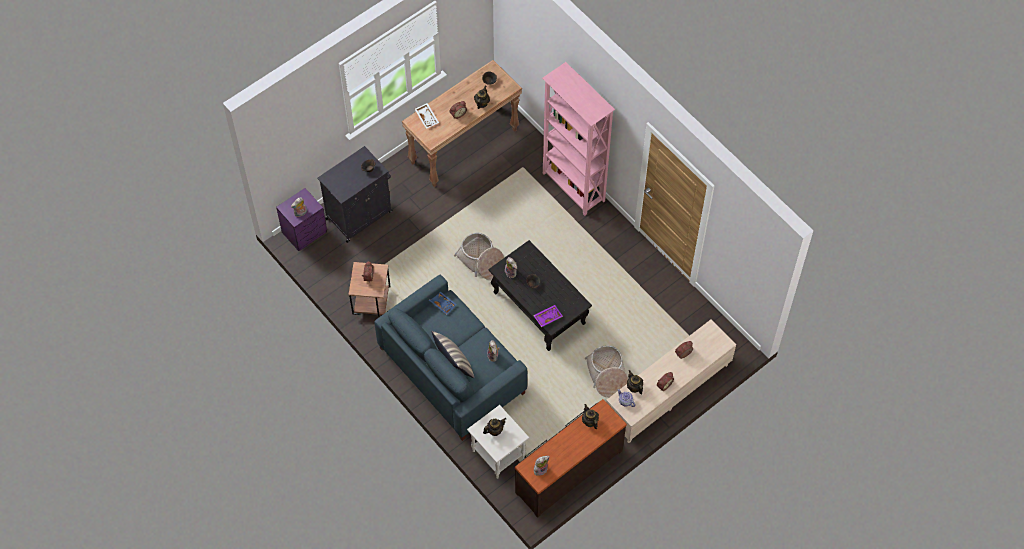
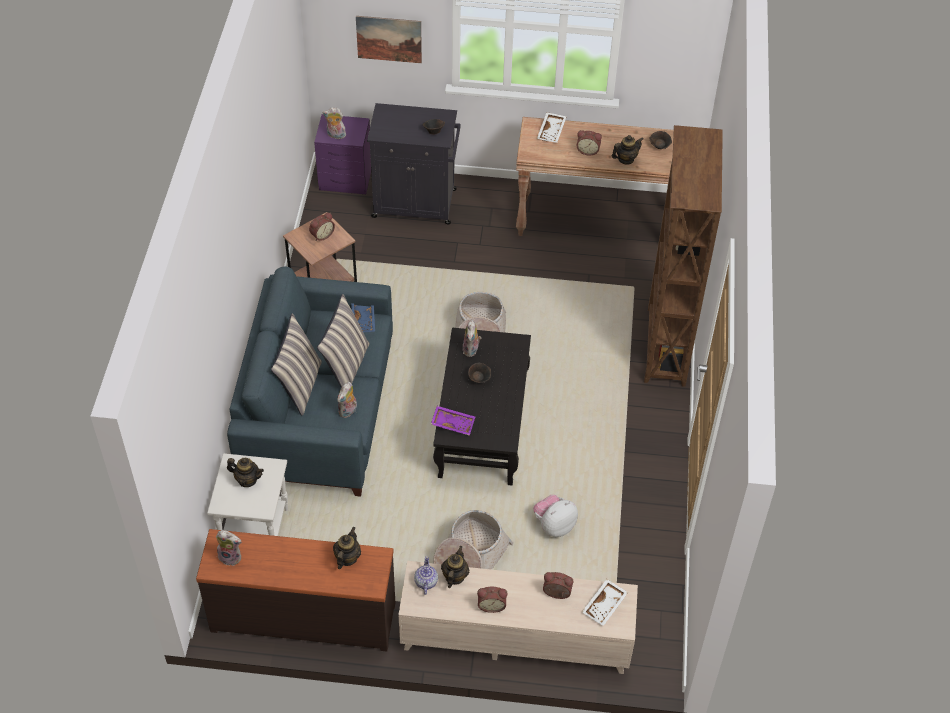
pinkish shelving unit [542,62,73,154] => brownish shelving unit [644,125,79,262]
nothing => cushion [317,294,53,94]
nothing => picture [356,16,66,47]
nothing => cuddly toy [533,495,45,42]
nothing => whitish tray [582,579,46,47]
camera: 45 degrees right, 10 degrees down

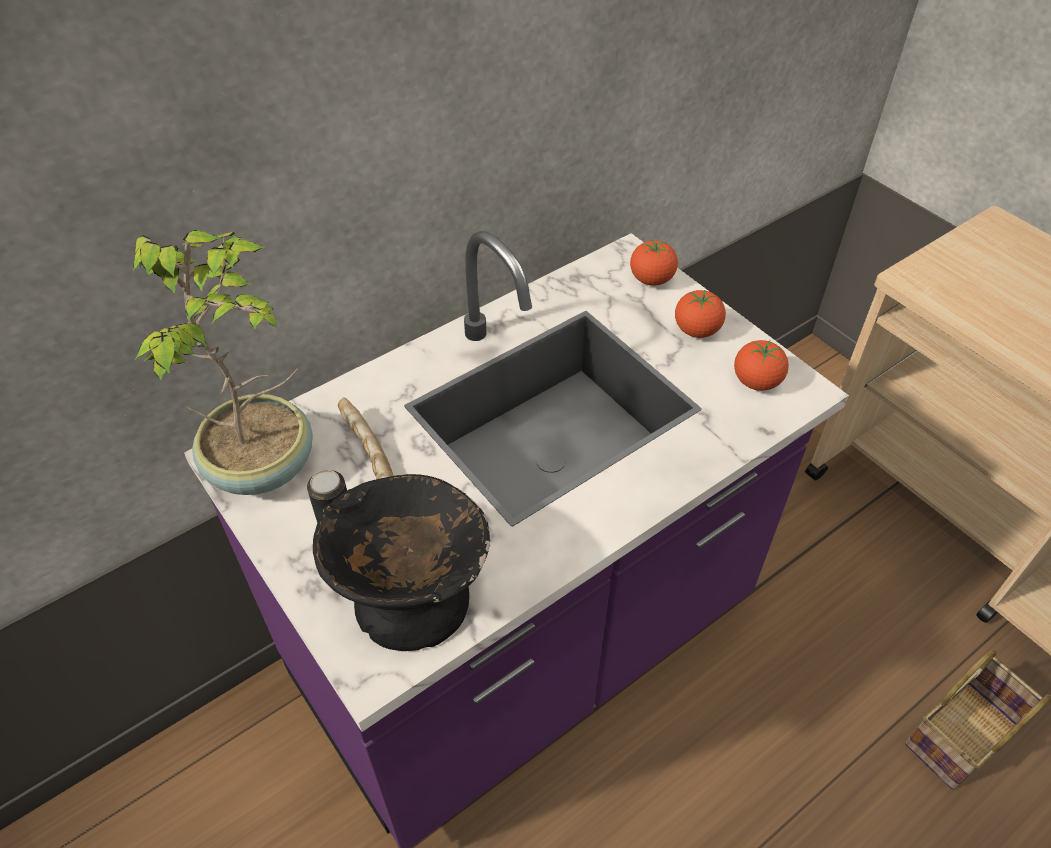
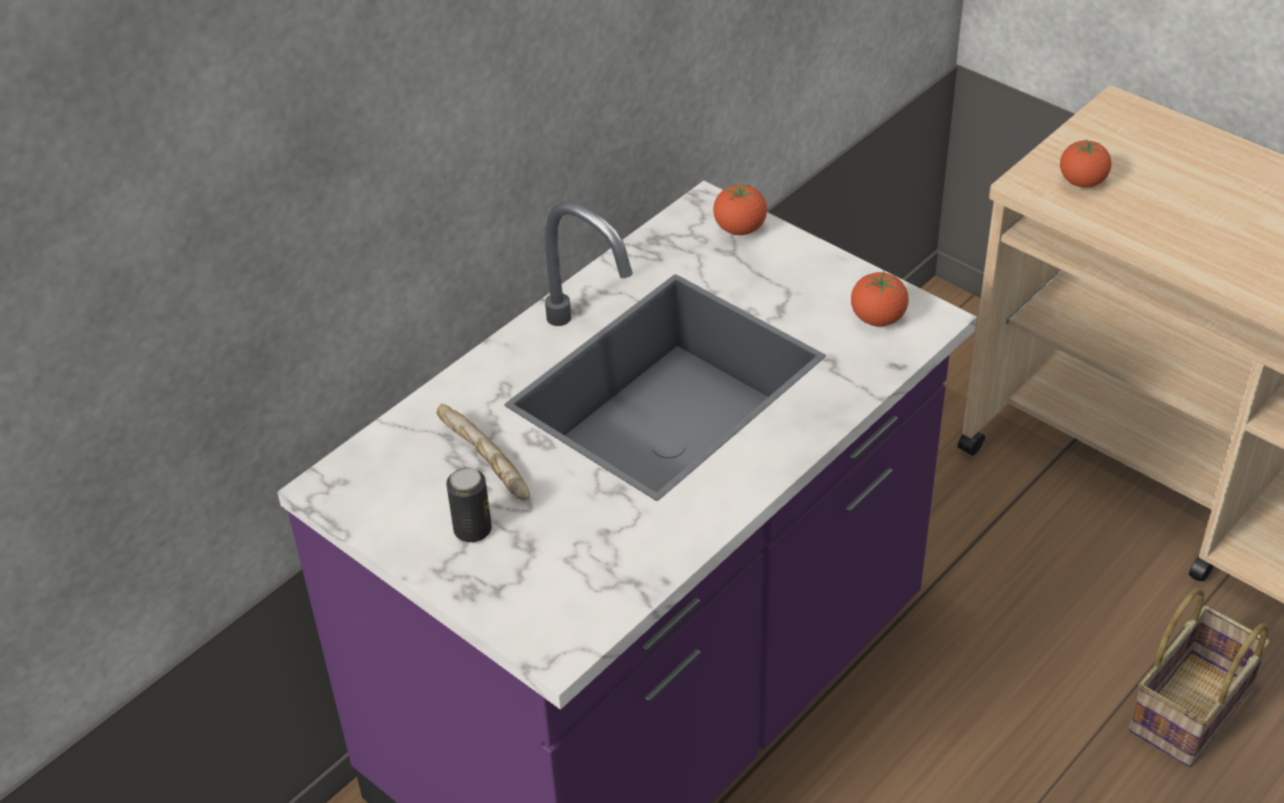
houseplant [133,230,180,265] => nothing
blackish bowl [313,474,177,177] => nothing
whole tomato [675,290,51,48] => whole tomato [1060,140,52,48], relocated
camera: 10 degrees left, 5 degrees down

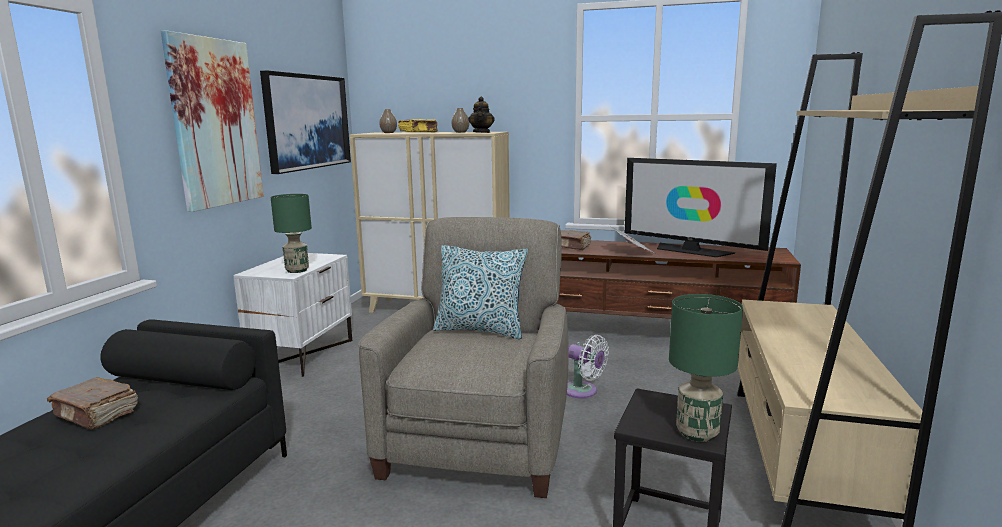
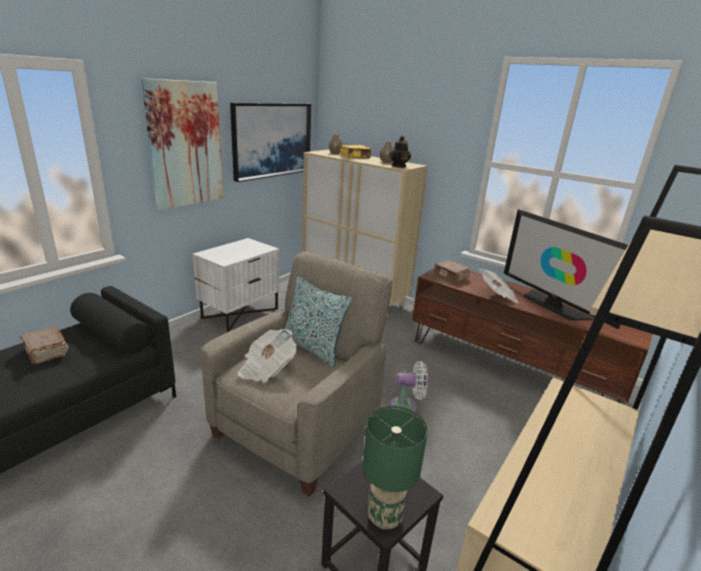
green tabletop lamp [271,194,41,79] => nothing
whitish electric fan [567,335,42,63] => whitish electric fan [390,361,38,51], 60 degrees counterclockwise
nothing => daily paper [238,329,59,54]
camera: 20 degrees right, 10 degrees up

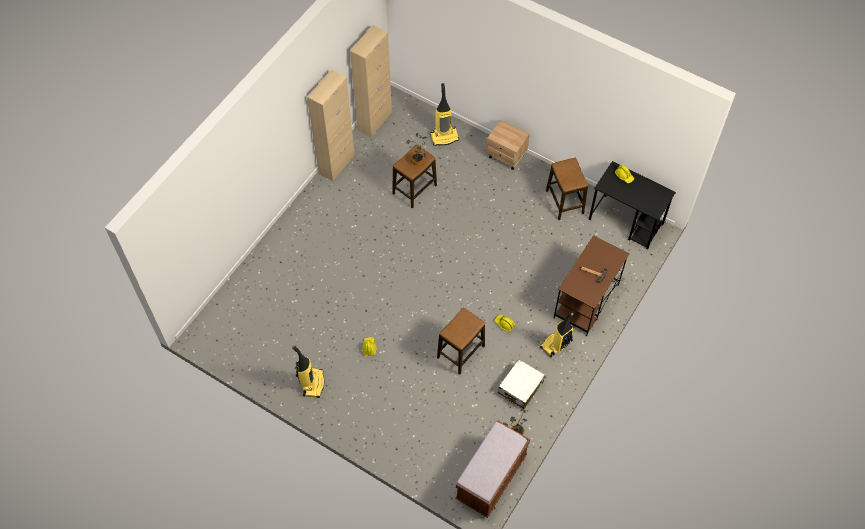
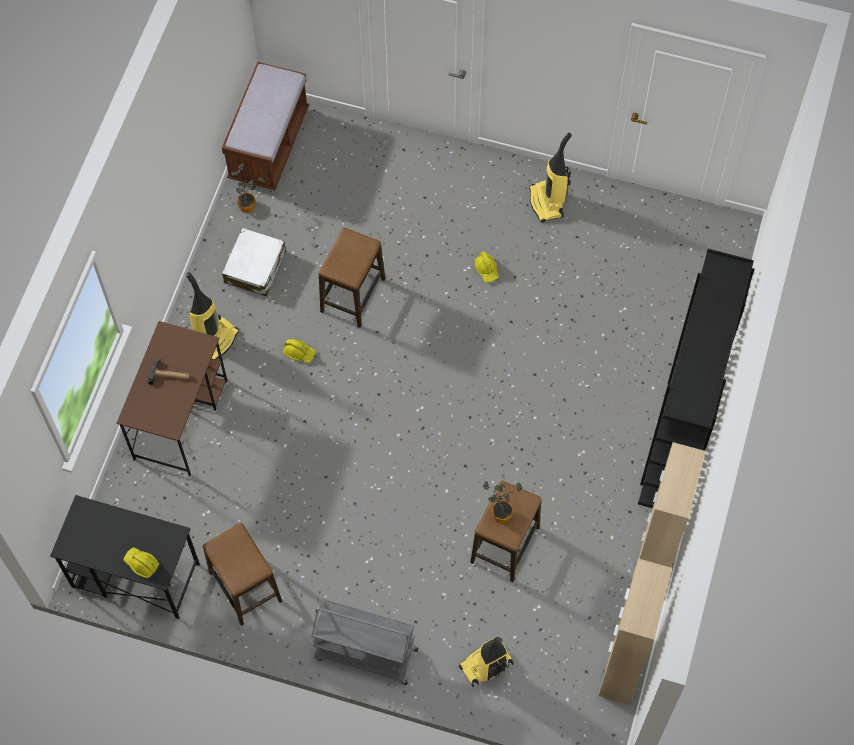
beige-coloured night table [486,120,44,50] => greyish trolley [311,599,107,86]
nothing => blackish shelving unit [638,249,117,259]
camera: 165 degrees right, 5 degrees up

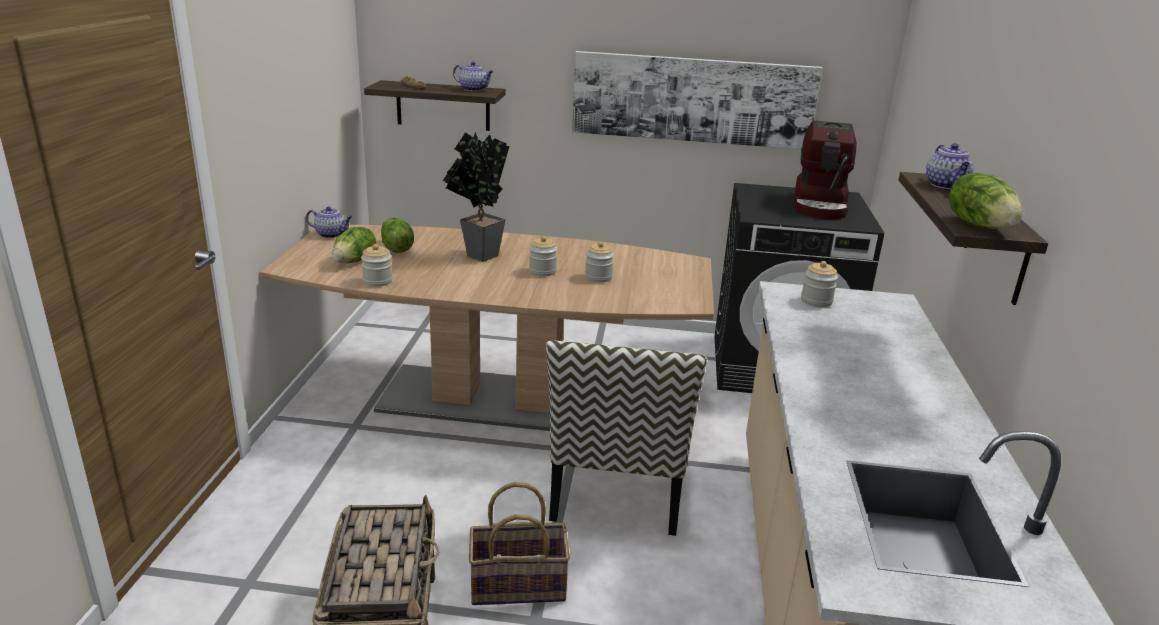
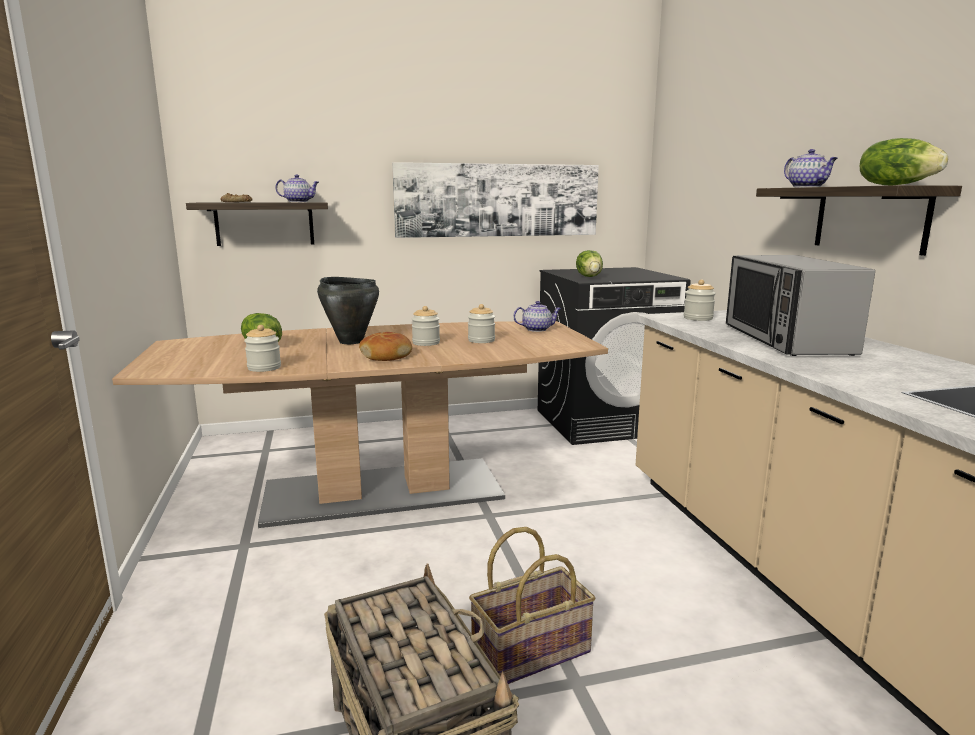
teapot [306,206,47,32] => teapot [513,301,48,31], relocated
lettuce [332,227,44,36] => lettuce [576,250,27,27], relocated
houseplant [443,132,66,130] => blackish stockpot [317,277,62,67]
plain chair [546,340,161,196] => nothing
coffee brewer [794,120,63,99] => nothing
nothing => bread [359,332,53,29]
nothing => microwave [726,255,149,101]
camera: 20 degrees left, 10 degrees down

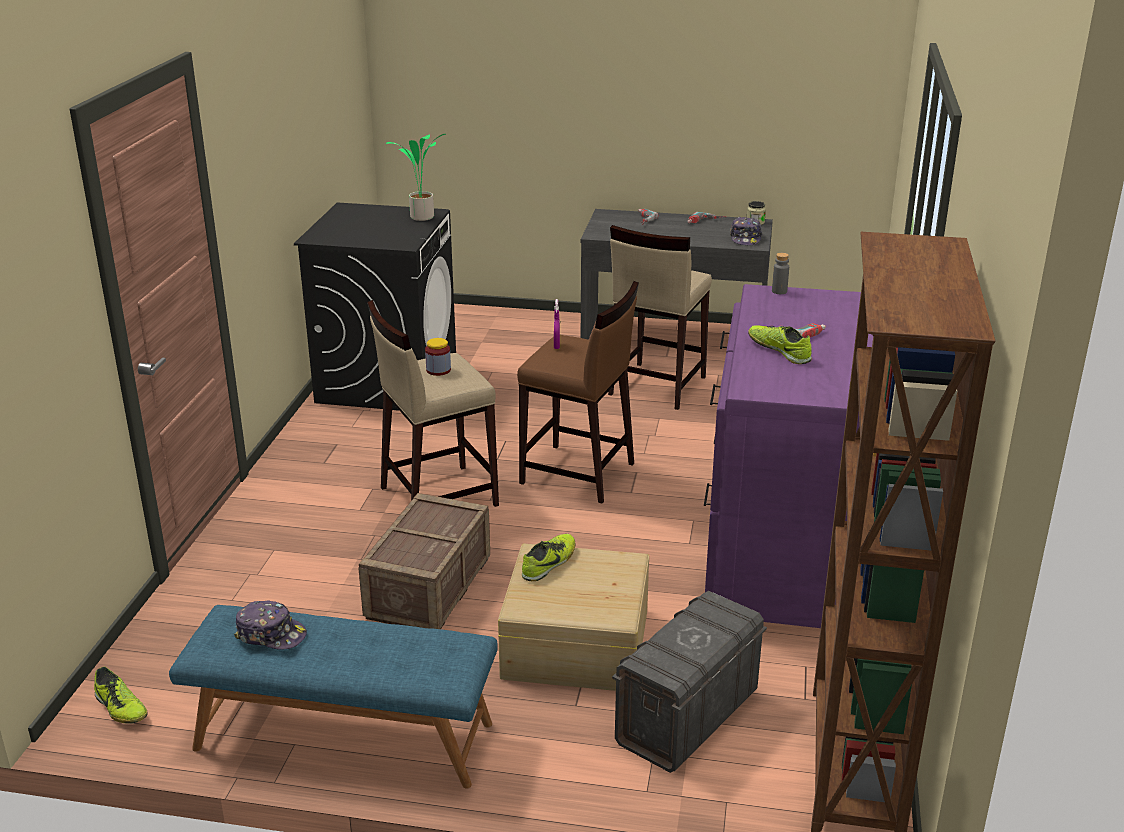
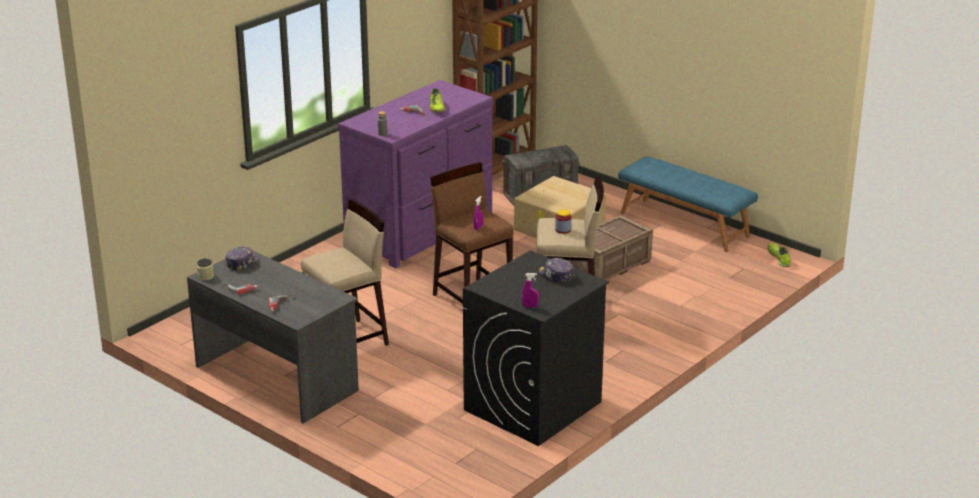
peaked cap [234,600,73,50] => peaked cap [538,258,37,25], relocated
houseplant [386,134,60,87] => nothing
low shoe [522,534,53,47] => nothing
nothing => purple-coloured sprayer [522,273,17,35]
camera: 150 degrees left, 0 degrees up

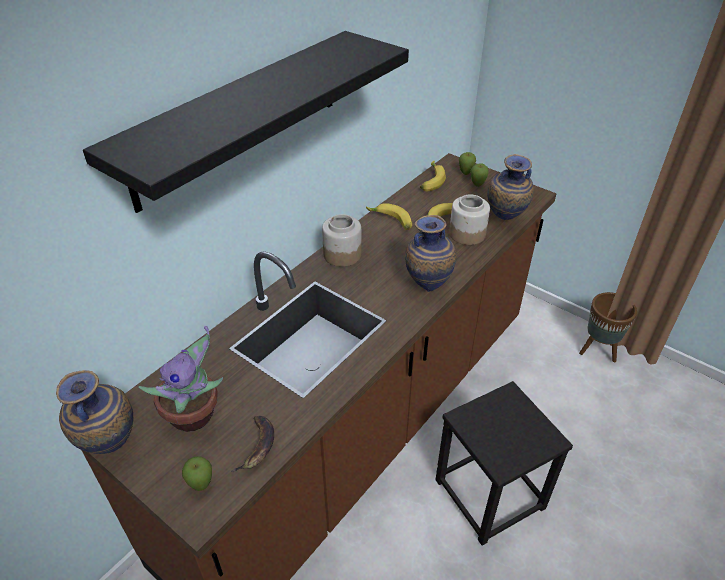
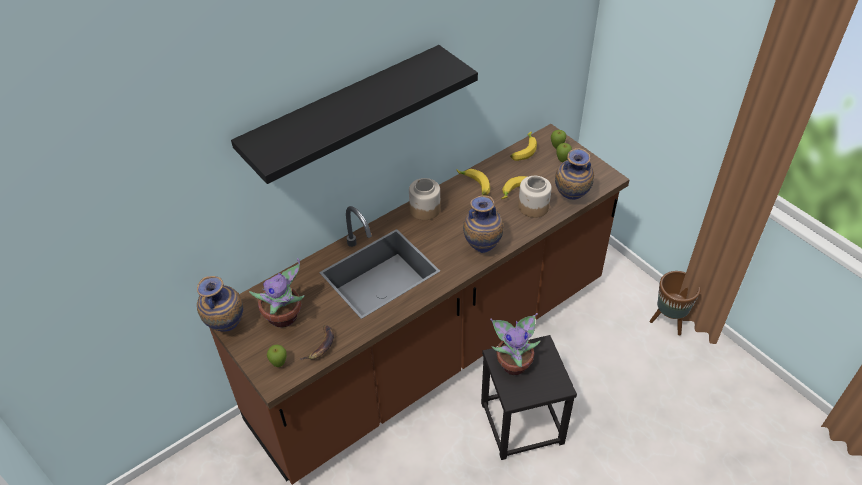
nothing => houseplant [490,313,51,62]
camera: 15 degrees right, 5 degrees up

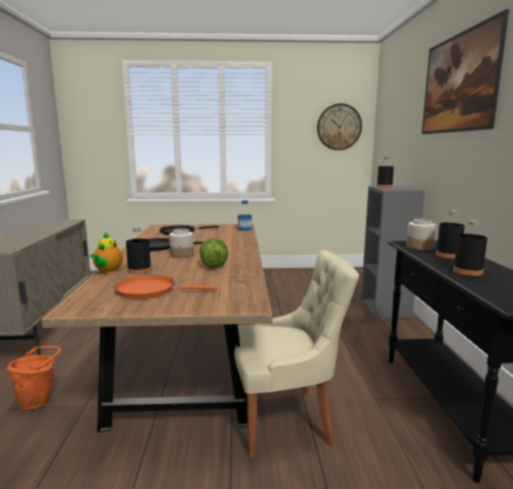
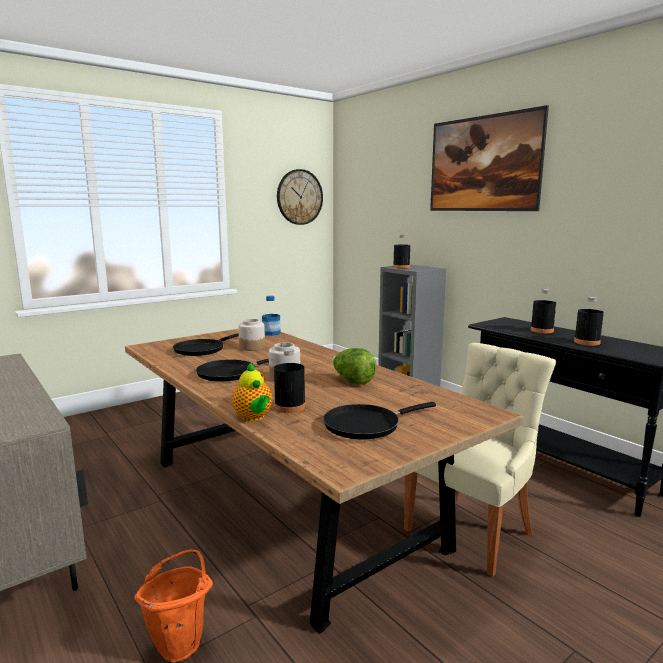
orange skillet [114,275,103,24] => blackish skillet [323,402,113,38]
preserve jar [406,219,30,31] => preserve jar [238,319,27,32], relocated
camera: 35 degrees left, 0 degrees up

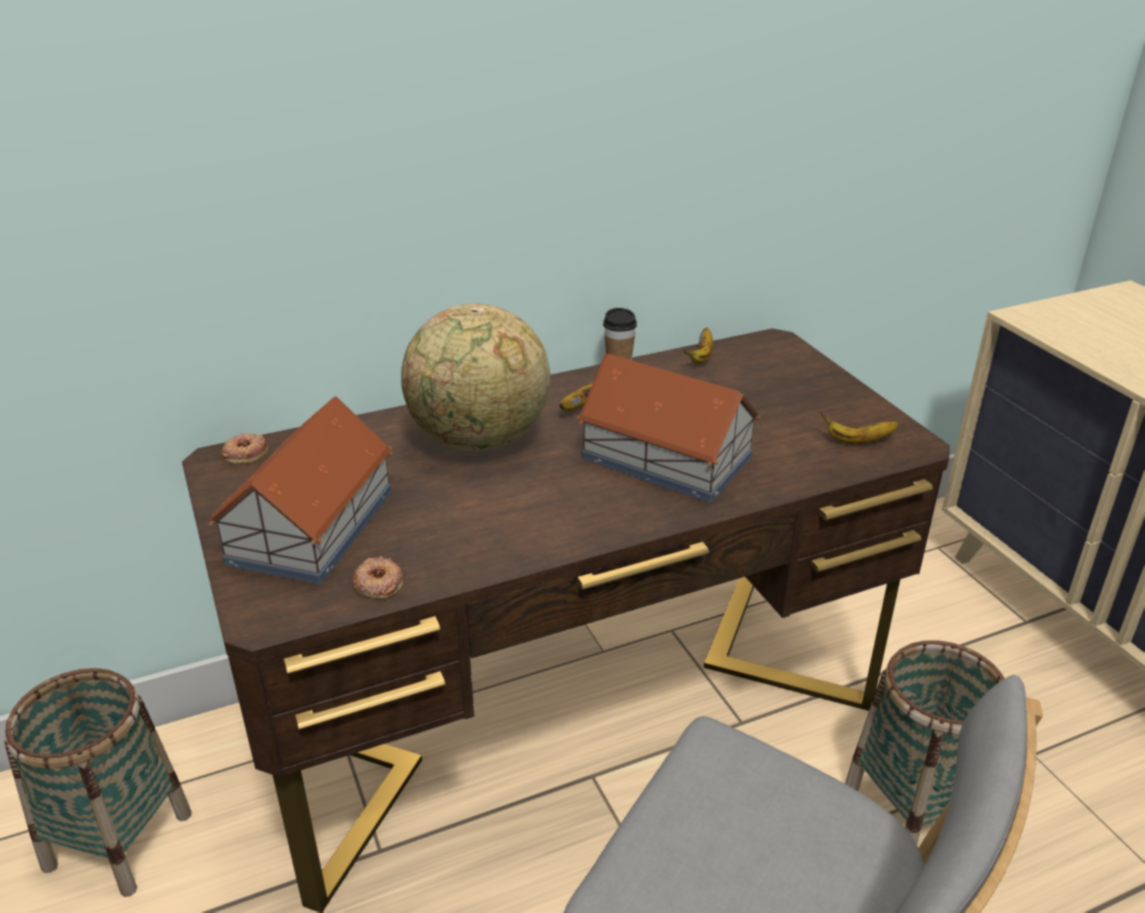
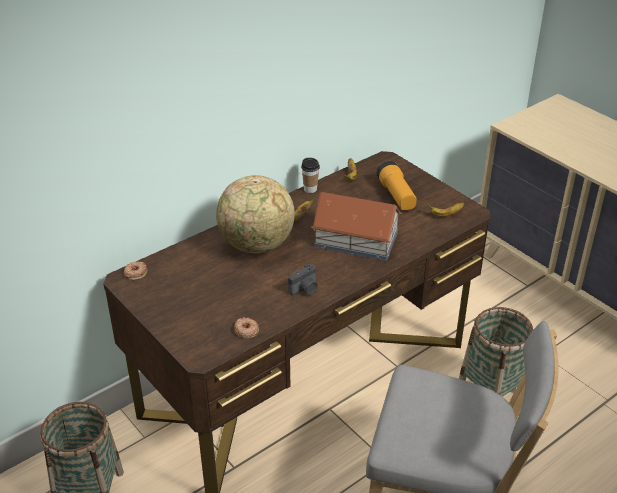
miniature house [208,397,185,188] => nothing
nothing => still camera [288,264,30,31]
nothing => hand torch [377,161,40,49]
camera: 15 degrees left, 5 degrees up

